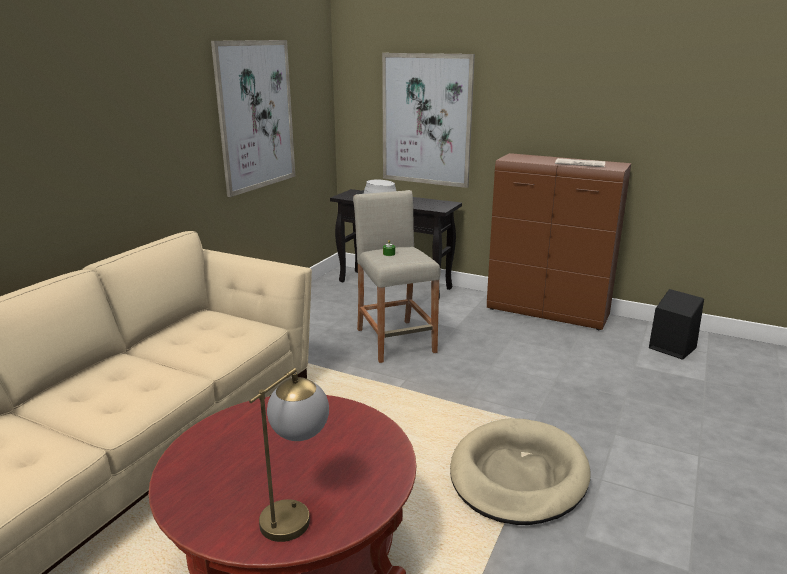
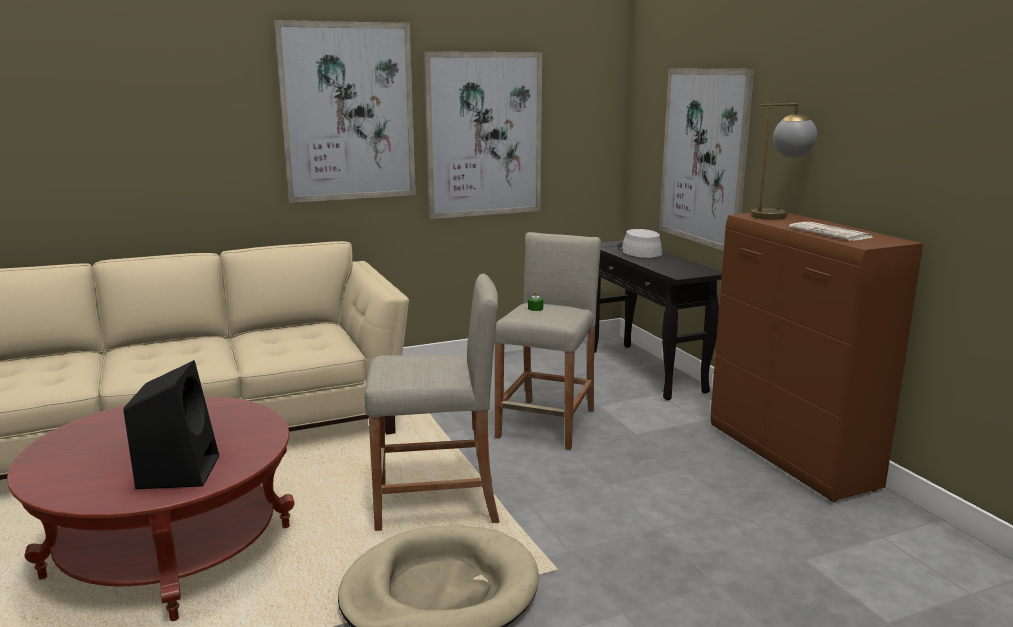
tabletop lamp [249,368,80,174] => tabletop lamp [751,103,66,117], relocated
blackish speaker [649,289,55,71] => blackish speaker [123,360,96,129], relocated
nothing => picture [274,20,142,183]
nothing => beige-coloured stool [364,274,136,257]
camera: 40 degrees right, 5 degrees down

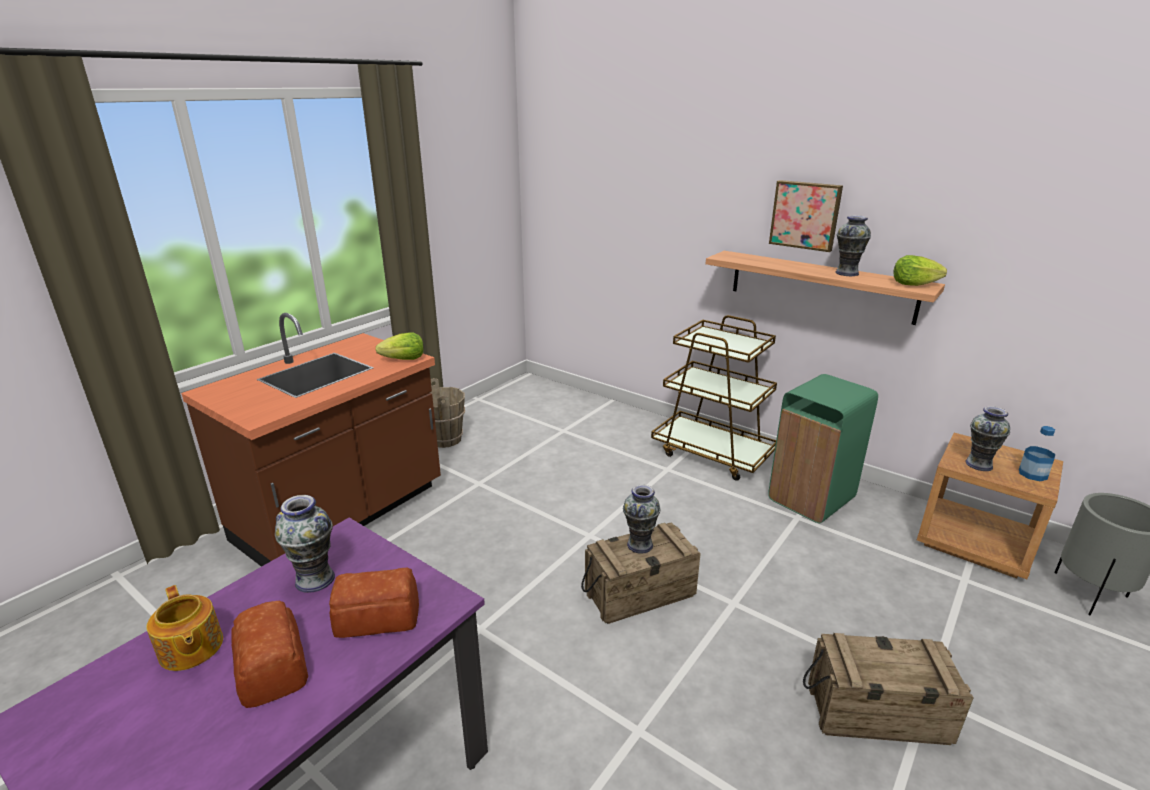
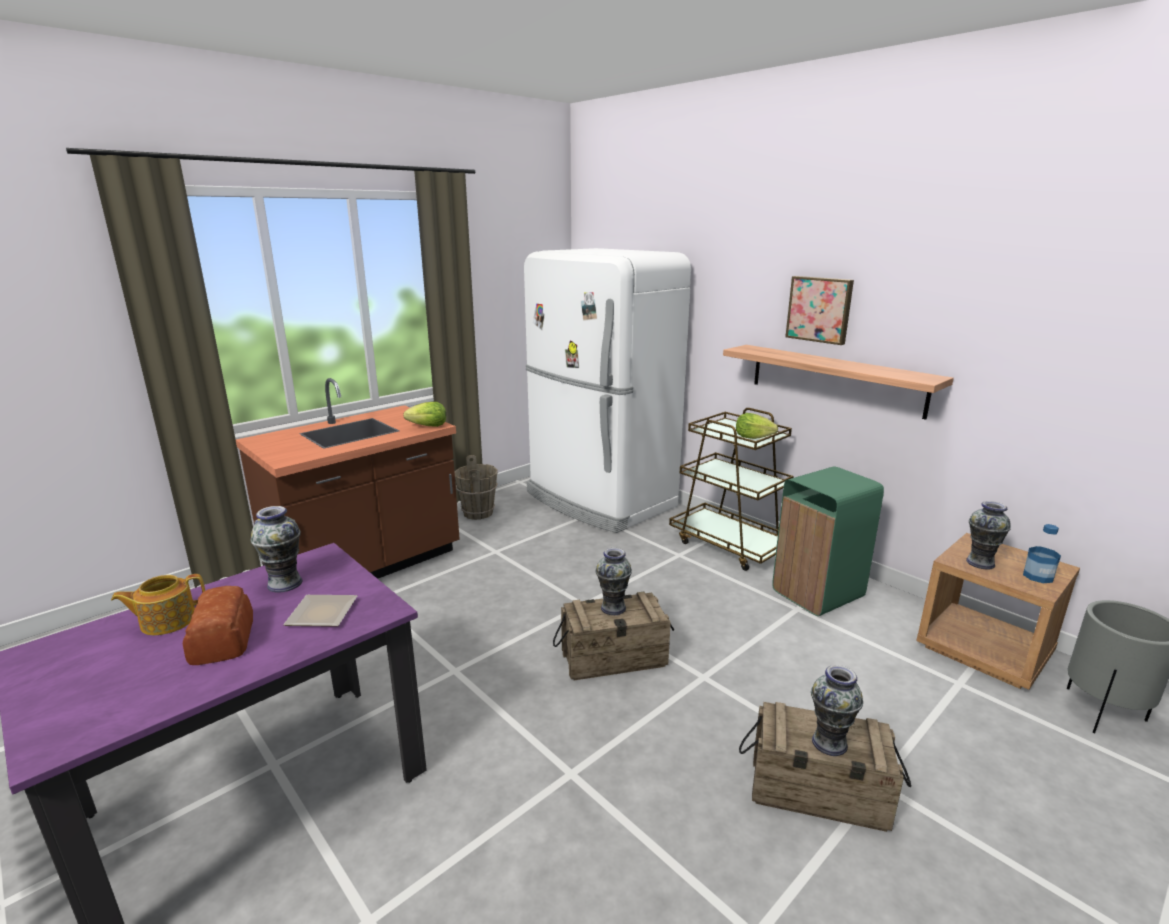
teapot [146,585,77,86] => teapot [111,574,94,61], 90 degrees clockwise
bread [329,568,90,70] => plate [283,595,75,32]
flower vase [835,215,36,61] => flower vase [811,665,52,91], relocated
lettuce [894,255,53,31] => lettuce [736,413,42,26], relocated
nothing => whitish refrigerator [524,248,167,285]
camera: 10 degrees right, 5 degrees down

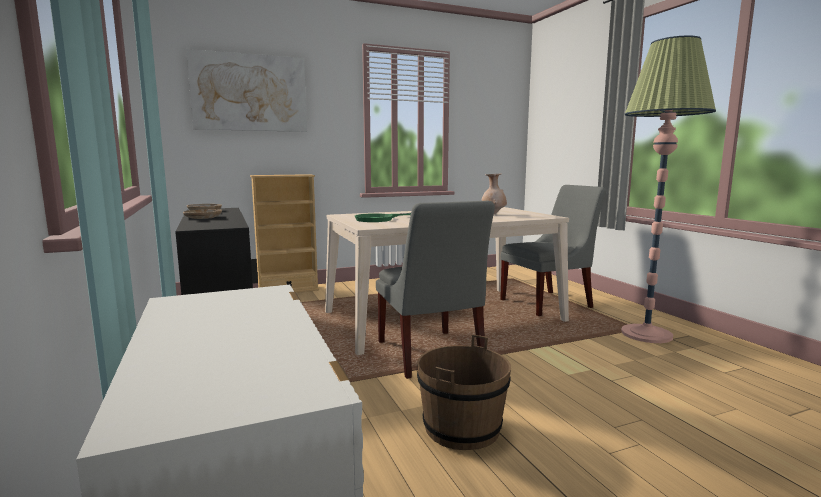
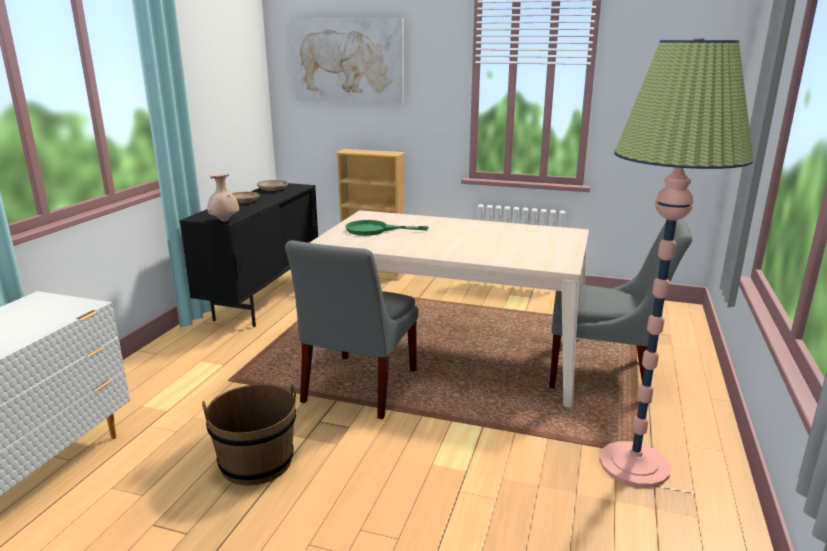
beige-coloured flower vase [481,173,26,41] => beige-coloured flower vase [207,174,32,48], relocated
camera: 40 degrees right, 10 degrees up

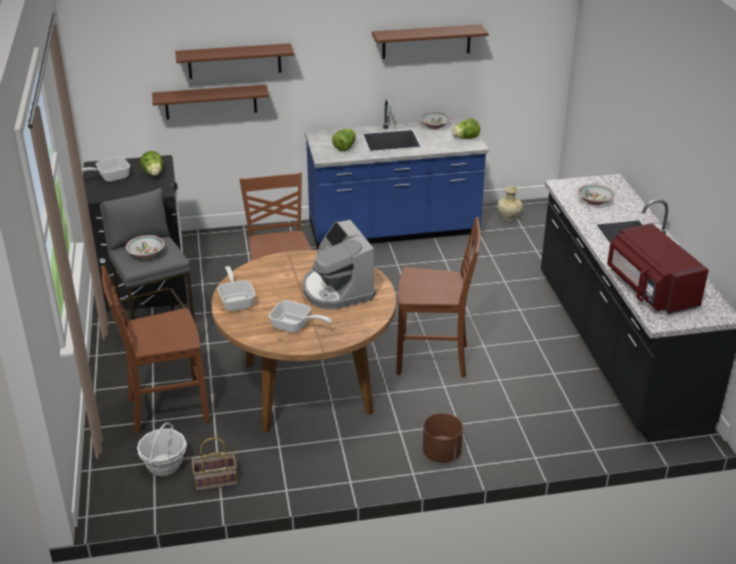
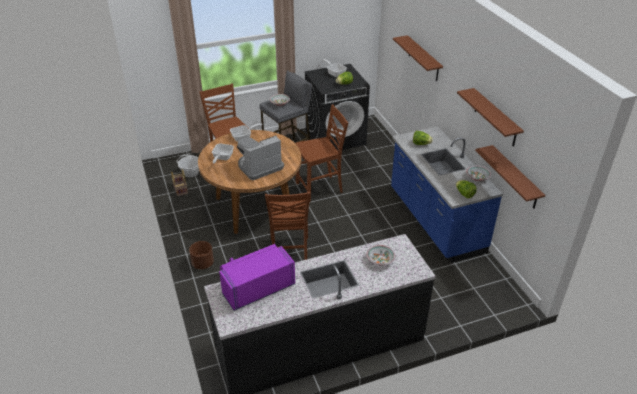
brownish bracket shelf [152,85,117,34] => brownish bracket shelf [475,145,70,64], relocated
beige-coloured flower vase [497,186,26,35] => nothing
reddish microwave [607,223,102,91] => purple-coloured microwave [219,244,76,67]
camera: 80 degrees right, 5 degrees up

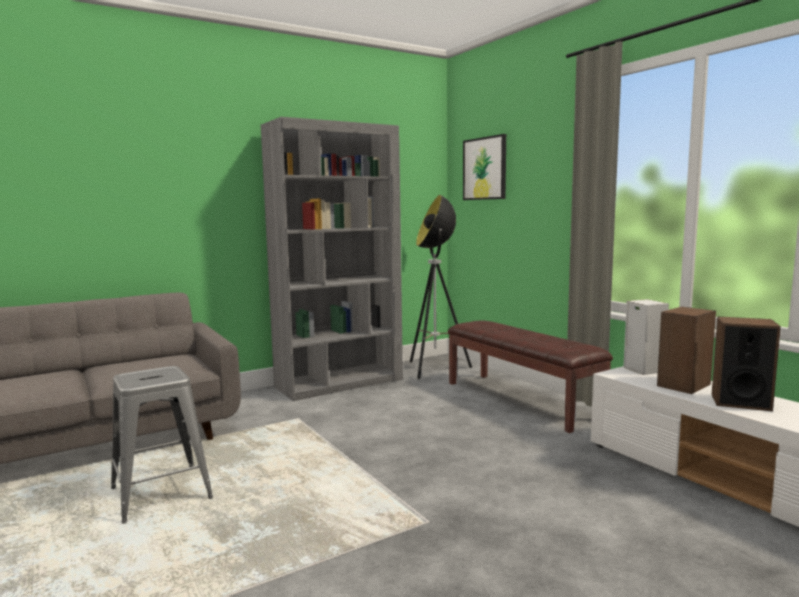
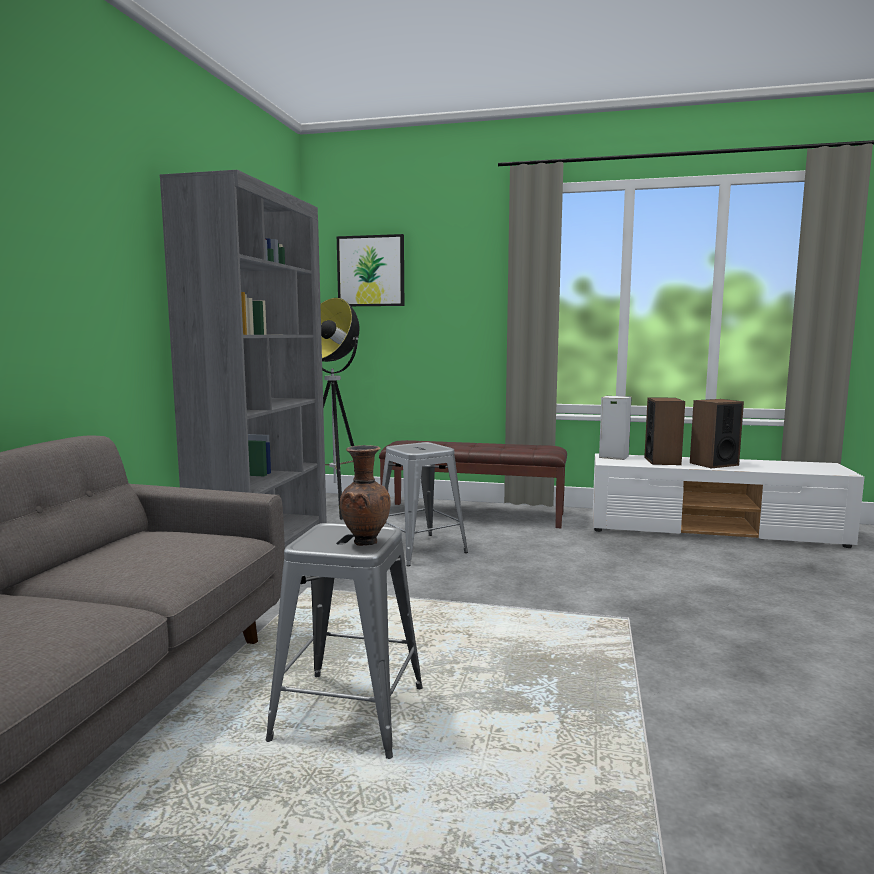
nothing => brownish flower vase [340,445,50,101]
nothing => greyish stool [382,442,86,124]
camera: 45 degrees left, 0 degrees up

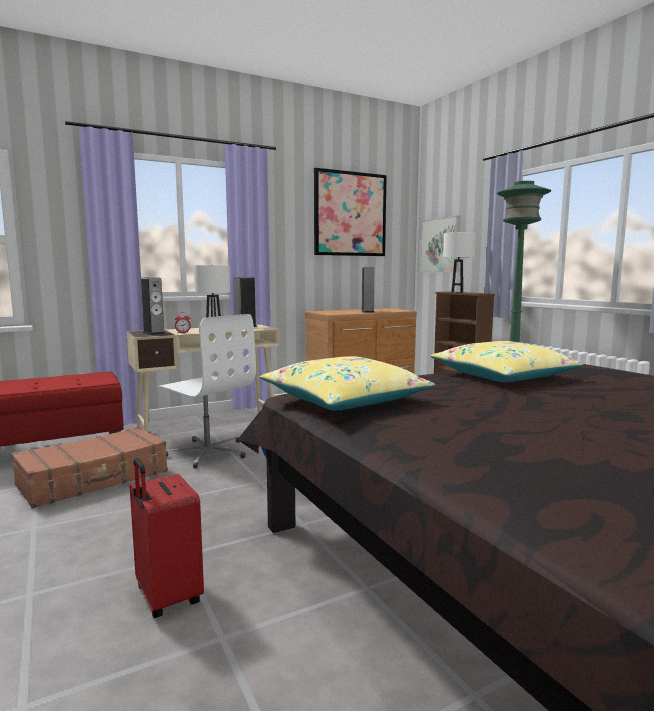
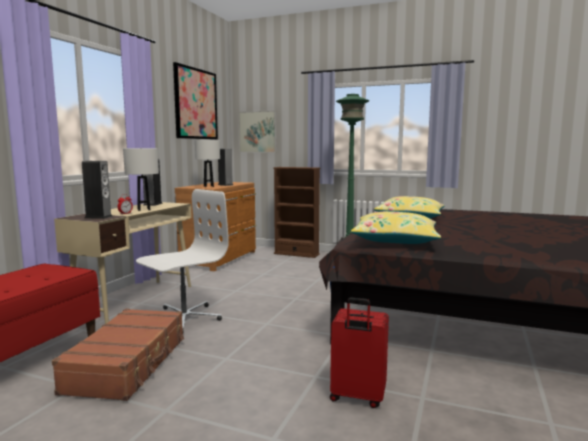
whitish office chair [156,314,100,154] => whitish office chair [136,189,93,143], 45 degrees counterclockwise
whitish tabletop lamp [443,232,33,60] => whitish tabletop lamp [195,140,25,47], relocated
camera: 40 degrees left, 0 degrees up

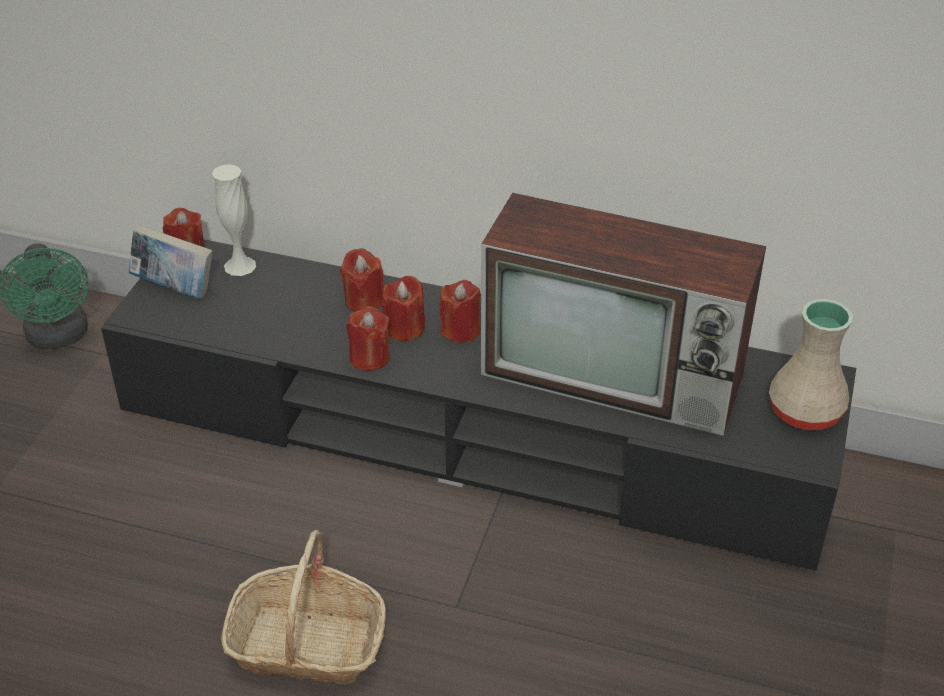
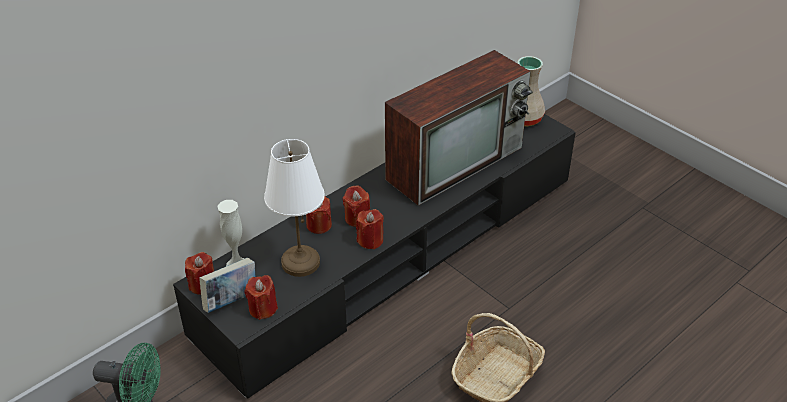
reddish wax light [439,280,42,63] => reddish wax light [245,275,33,45], relocated
nothing => whitish tabletop lamp [264,139,61,138]
camera: 60 degrees left, 0 degrees up

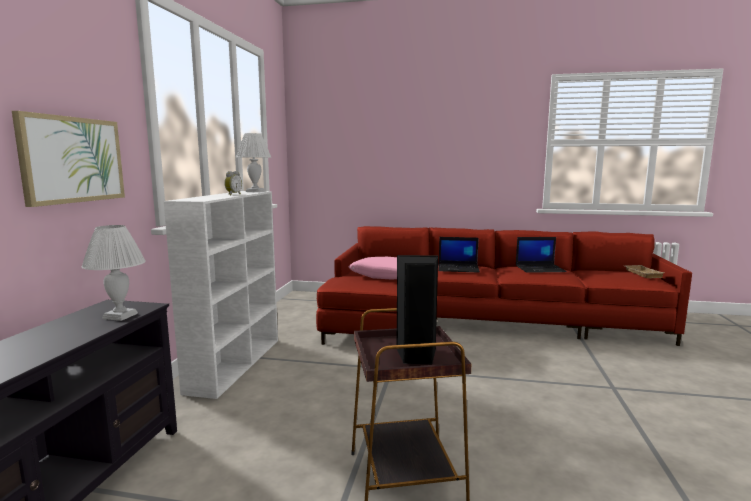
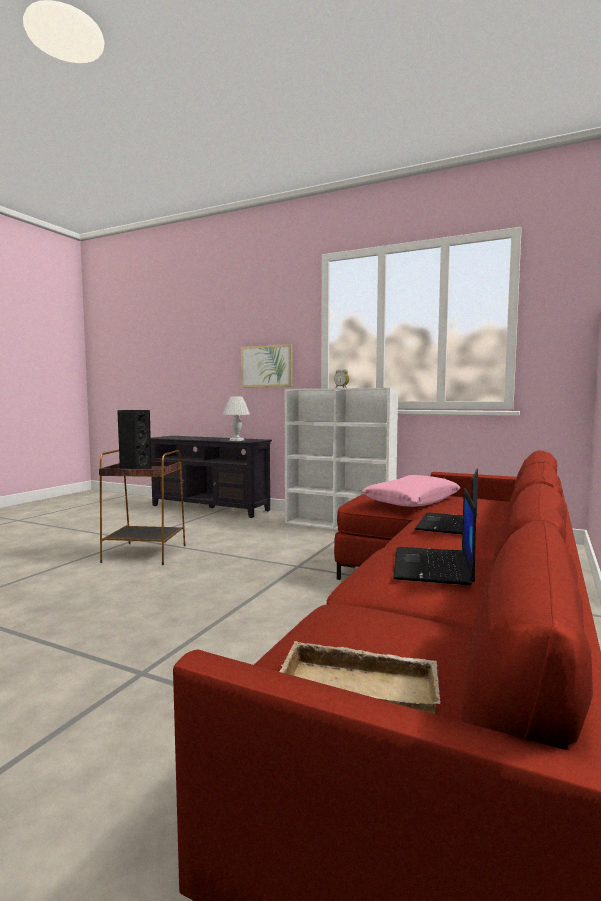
whitish tabletop lamp [236,133,35,59] => nothing
camera: 105 degrees right, 5 degrees down

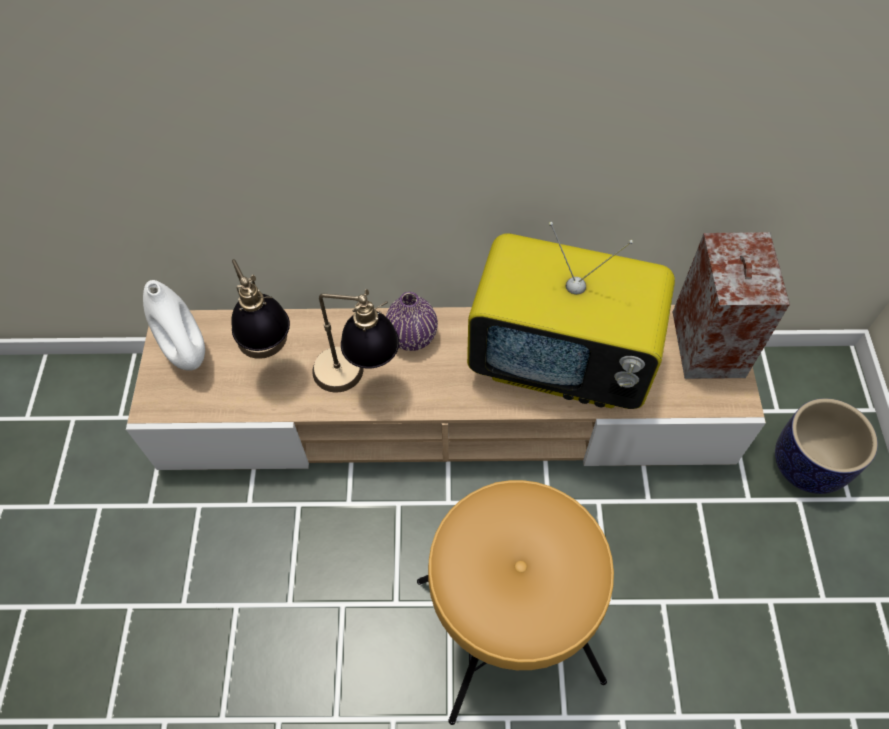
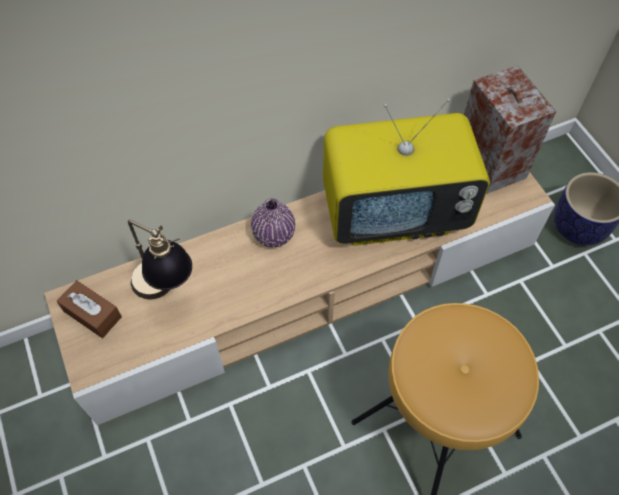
whitish flower vase [143,280,62,91] => brownish box of tissues [57,280,65,58]
tabletop lamp [312,289,87,104] => nothing
camera: 25 degrees left, 0 degrees up

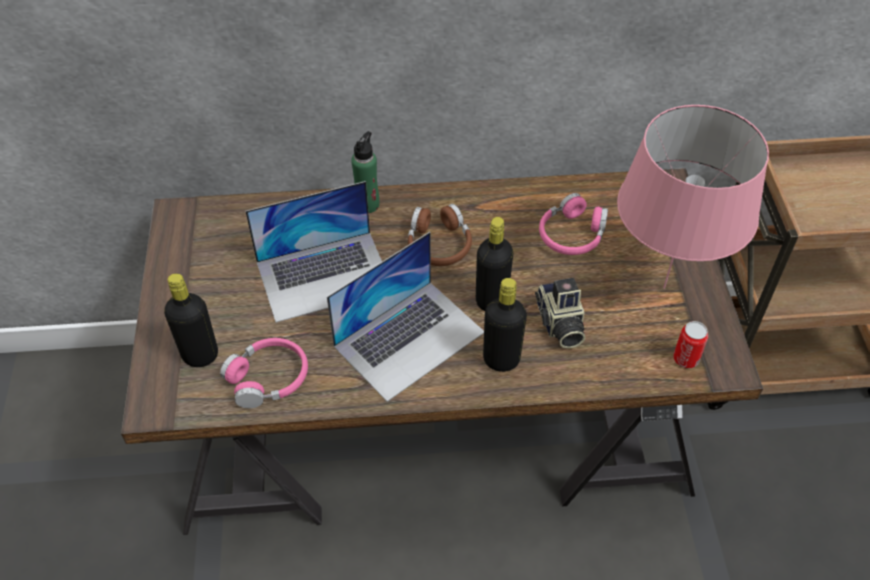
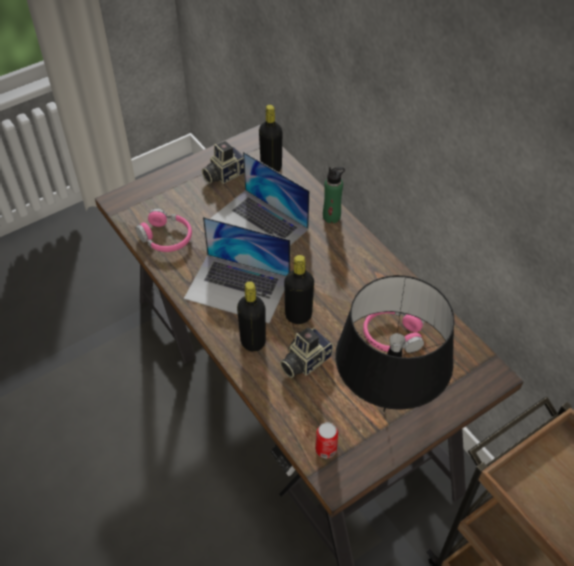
blackish beverage bottle [164,273,54,94] => blackish beverage bottle [259,105,23,67], relocated
brownish headphones [408,204,64,62] => nothing
pinkish tabletop lamp [617,105,152,184] => blackish tabletop lamp [335,275,120,137]
nothing => still camera [202,141,42,43]
camera: 60 degrees right, 0 degrees up

